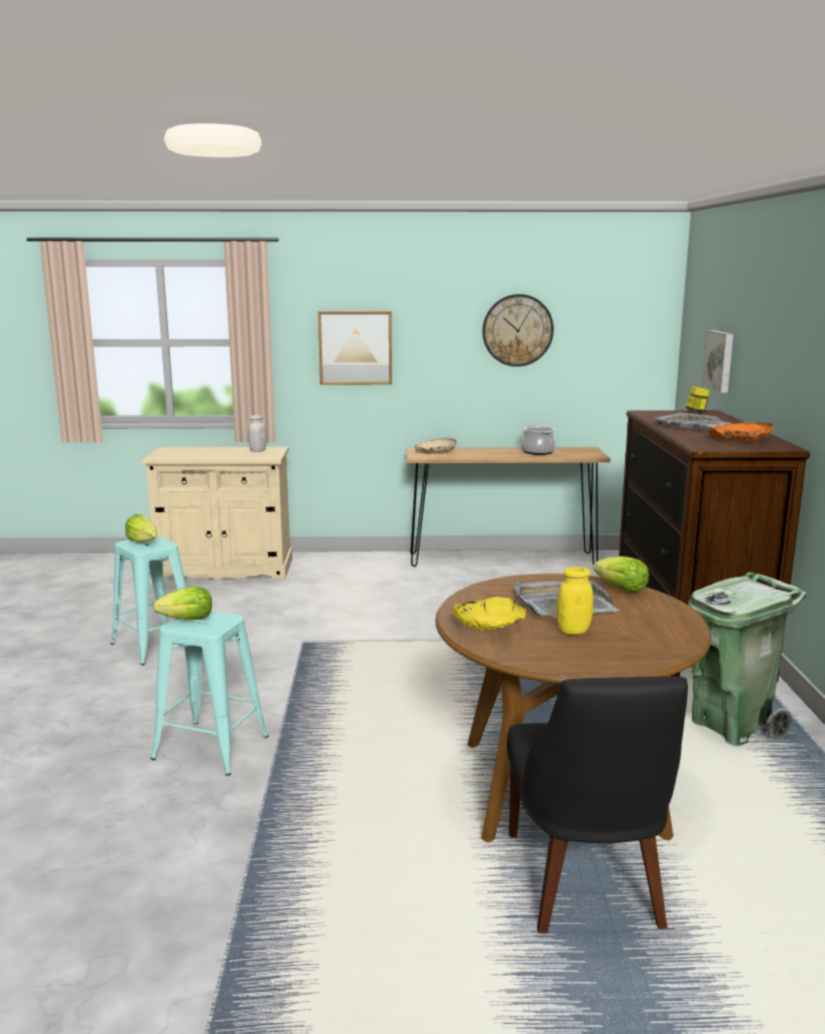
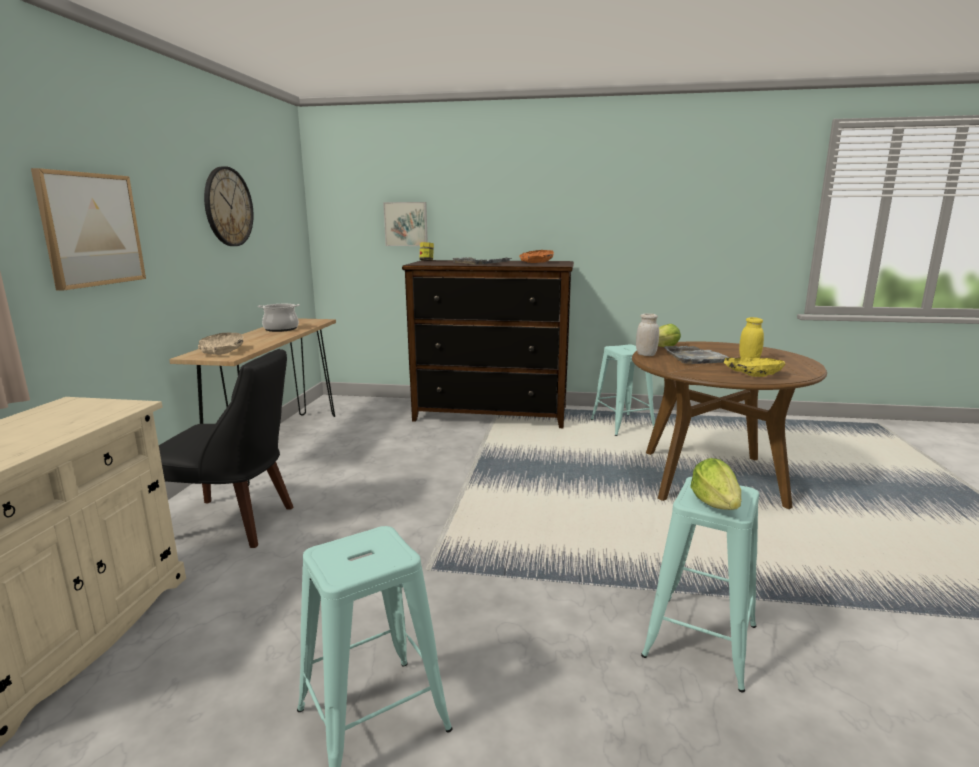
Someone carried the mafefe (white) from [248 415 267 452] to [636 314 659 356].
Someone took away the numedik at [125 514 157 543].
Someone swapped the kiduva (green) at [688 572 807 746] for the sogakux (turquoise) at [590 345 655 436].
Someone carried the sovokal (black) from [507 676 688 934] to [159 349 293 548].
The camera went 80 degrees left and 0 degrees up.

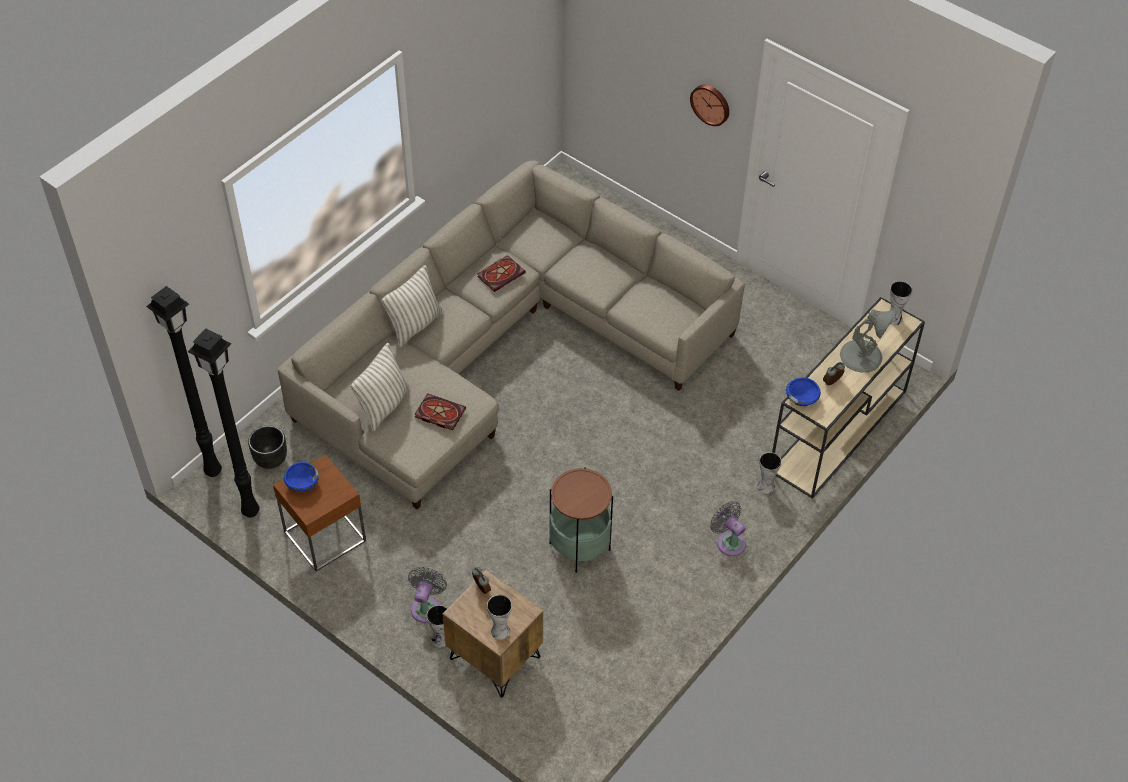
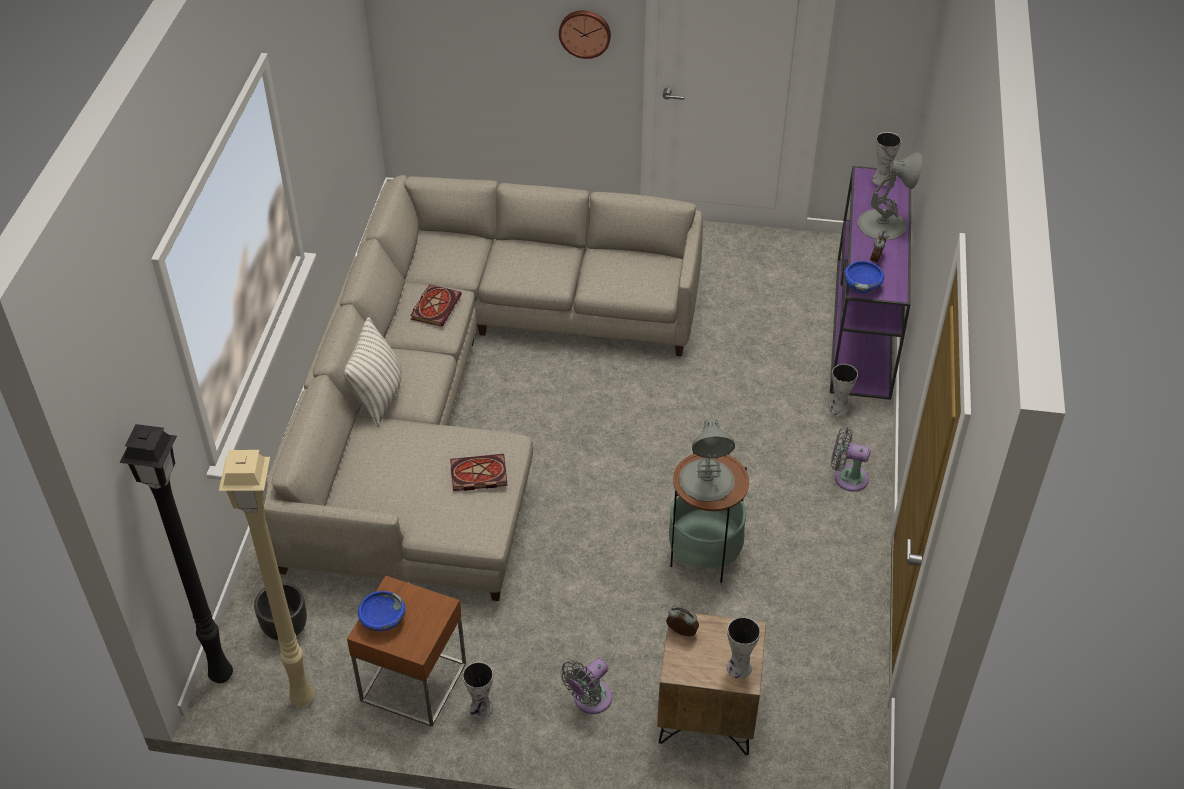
Someone repainted the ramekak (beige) at [772 297 925 499], which became the ramekak (purple) at [830 166 911 400].
Someone repainted the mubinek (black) at [188 328 260 518], which became the mubinek (beige) at [219 450 314 707].
Someone took away the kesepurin at [350 343 410 432].
Someone rotated the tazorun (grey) at [408 567 447 623] by 120 degrees counterclockwise.
Someone carried the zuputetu from [426 605 447 648] to [463 662 493 719].
Someone put down the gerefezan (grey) at [679 418 735 502].
The camera went 30 degrees left and 5 degrees down.

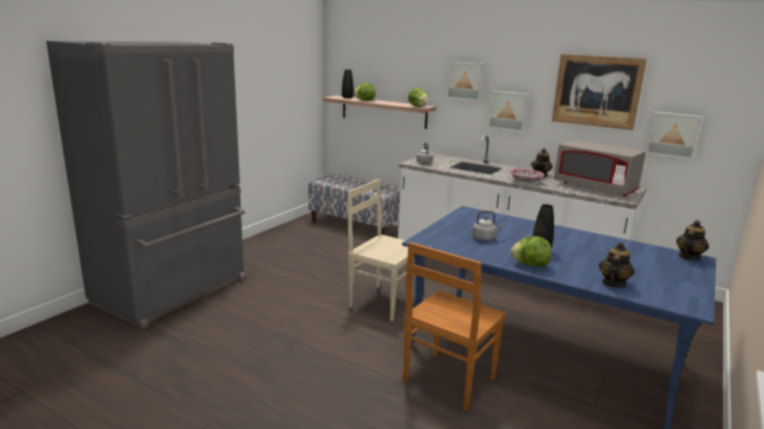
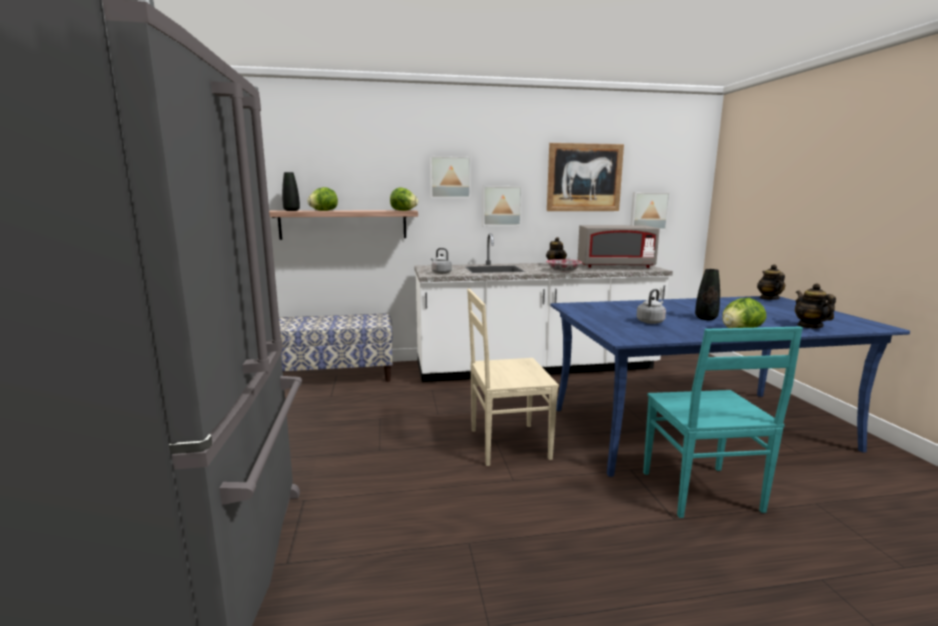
Someone repainted the sovokal (brown) at [403 242 506 411], which became the sovokal (turquoise) at [643 327 803 518].
The camera went 40 degrees left and 5 degrees down.

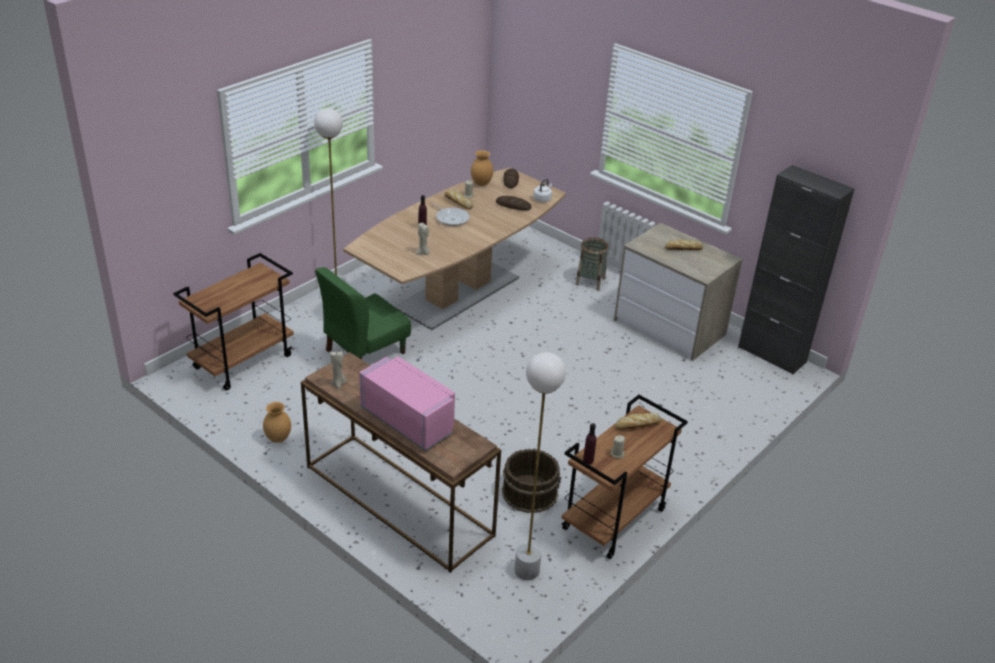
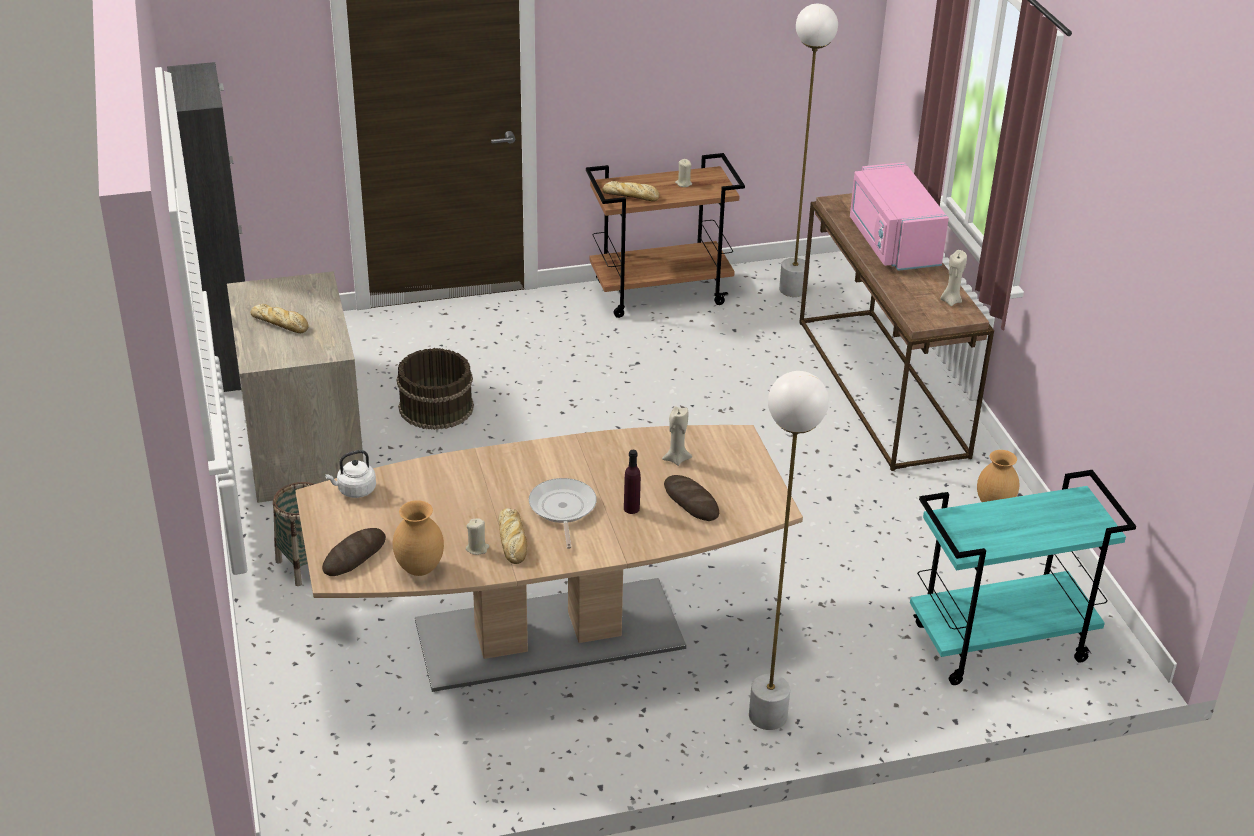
Someone carried the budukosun from [496 196 531 210] to [664 475 719 521].
Someone repainted the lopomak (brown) at [173 253 294 391], which became the lopomak (turquoise) at [910 470 1136 685].
Someone took away the sovokal (green) at [315 267 411 360].
Someone took away the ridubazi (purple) at [583 423 596 464].
Someone carried the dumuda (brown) from [502 449 561 513] to [396 348 474 430].
The camera went 145 degrees left and 0 degrees up.

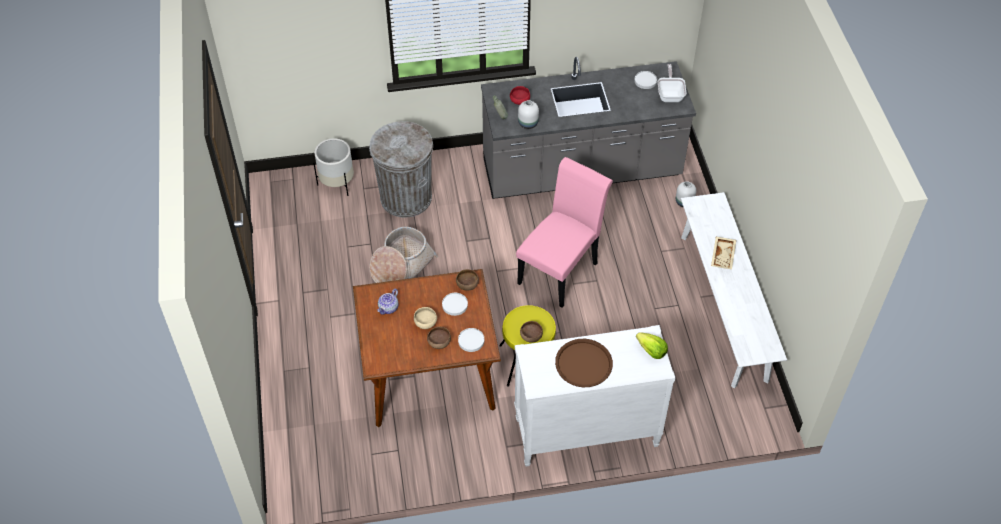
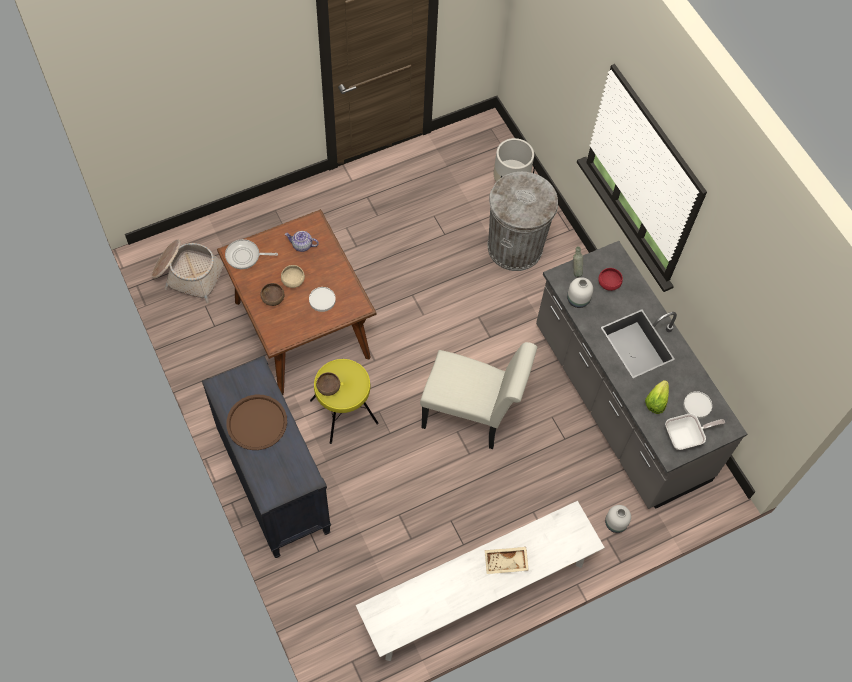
Someone repainted the sovokal (pink) at [516 157 613 308], which became the sovokal (white) at [420 342 537 449].
Someone carried the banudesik from [369 227 438 283] to [151 240 225 303].
Someone took away the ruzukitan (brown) at [456 269 479 291].
Someone repainted the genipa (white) at [514 325 675 467], which became the genipa (black) at [202 356 331 558].
Someone took away the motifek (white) at [458 328 484 352].
Someone carried the numedik from [636 332 668 359] to [645 380 669 414].
Someone put down the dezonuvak at [225 239 278 269].
The camera went 70 degrees right and 10 degrees up.

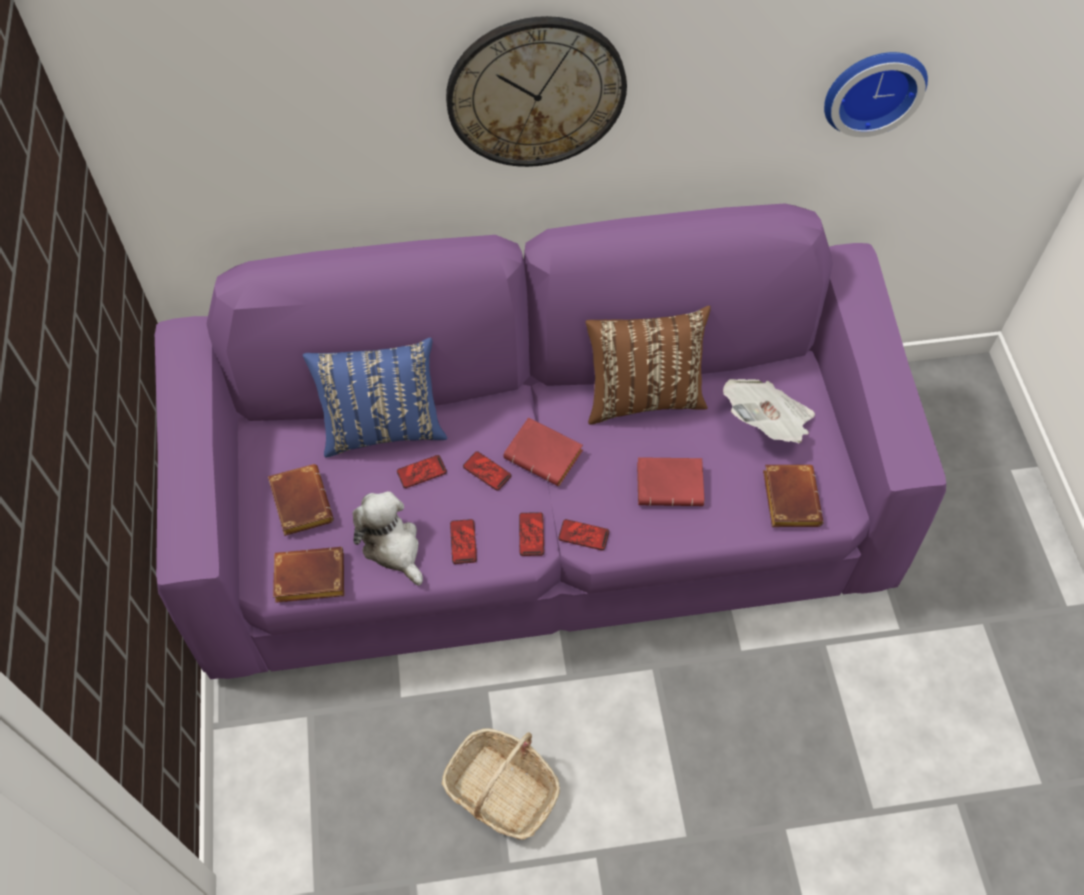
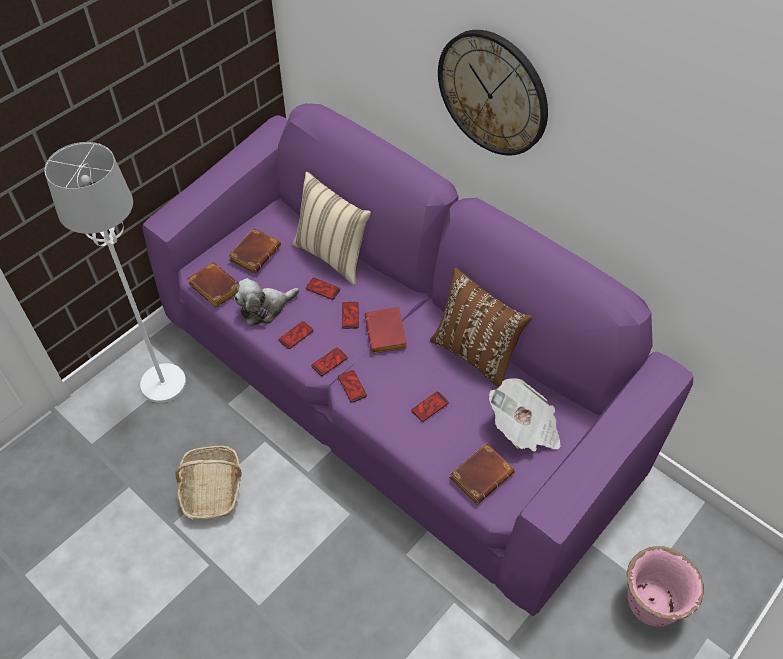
Someone took away the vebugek at [824 52 928 137].
Someone repainted the kesepurin (blue) at [303 338 447 457], which became the kesepurin (beige) at [292 172 371 285].
Someone swapped the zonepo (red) at [637 457 704 506] for the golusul at [412 392 449 422].
Someone rotated the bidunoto at [353 491 423 586] by 135 degrees counterclockwise.
Someone put down the mubinek (white) at [44 142 186 403].
Someone put down the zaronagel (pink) at [627 546 704 627].
The camera went 50 degrees right and 5 degrees down.

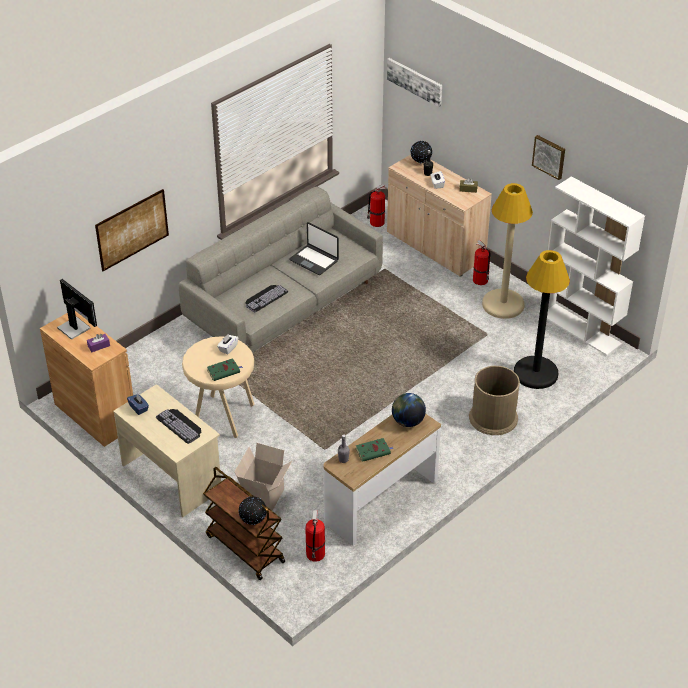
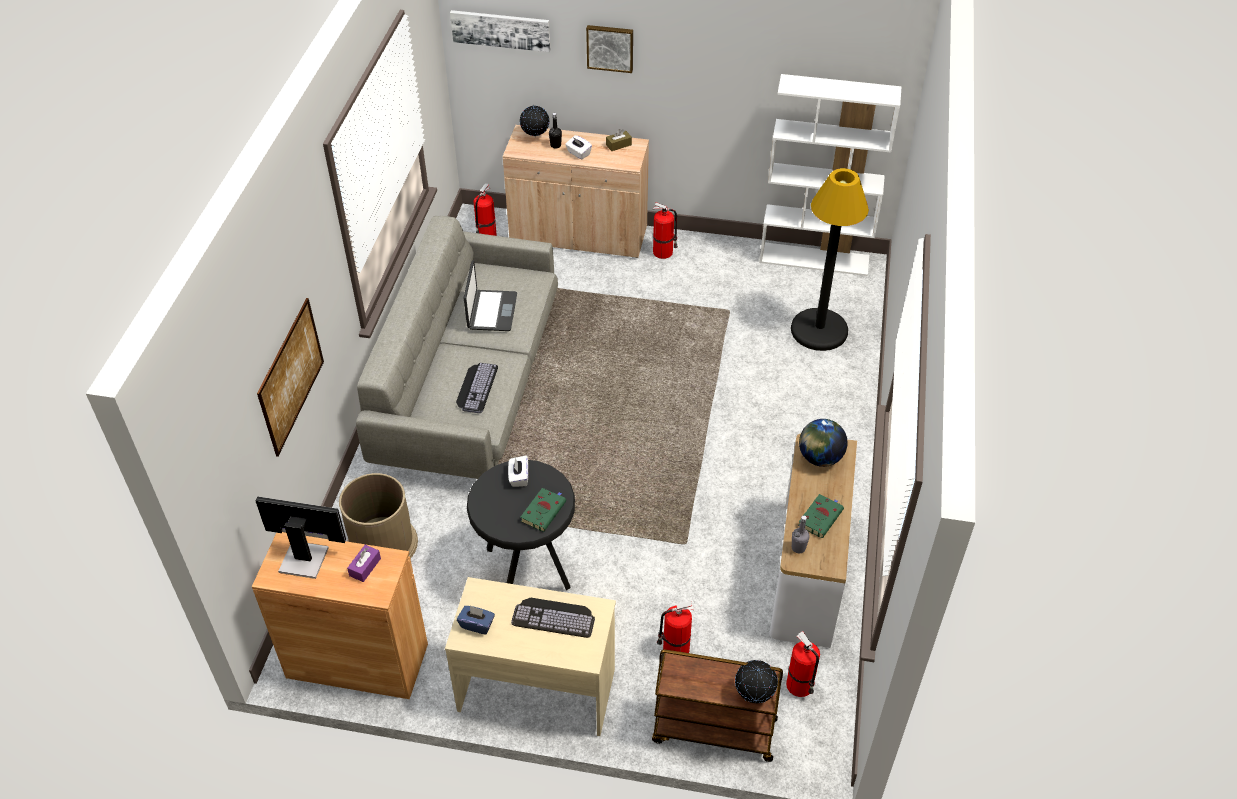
Someone carried the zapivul from [532 135 565 180] to [586 25 633 73].
Someone took away the mubinek (beige) at [482 183 533 319].
Someone rotated the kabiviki at [290 222 339 275] by 90 degrees counterclockwise.
Someone repainted the sogakux (beige) at [182 336 254 438], which became the sogakux (black) at [467 460 575 590].
Someone carried the kiduva (brown) from [469 366 520 435] to [339 473 418 559].
Someone swapped the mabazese at [234 443 292 511] for the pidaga at [657 601 694 653].
The camera went 35 degrees left and 5 degrees up.

